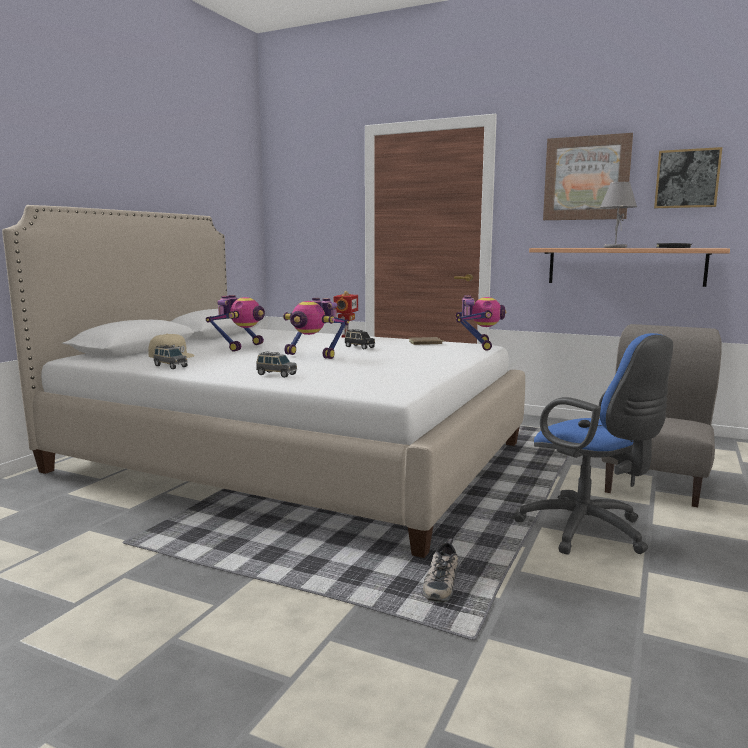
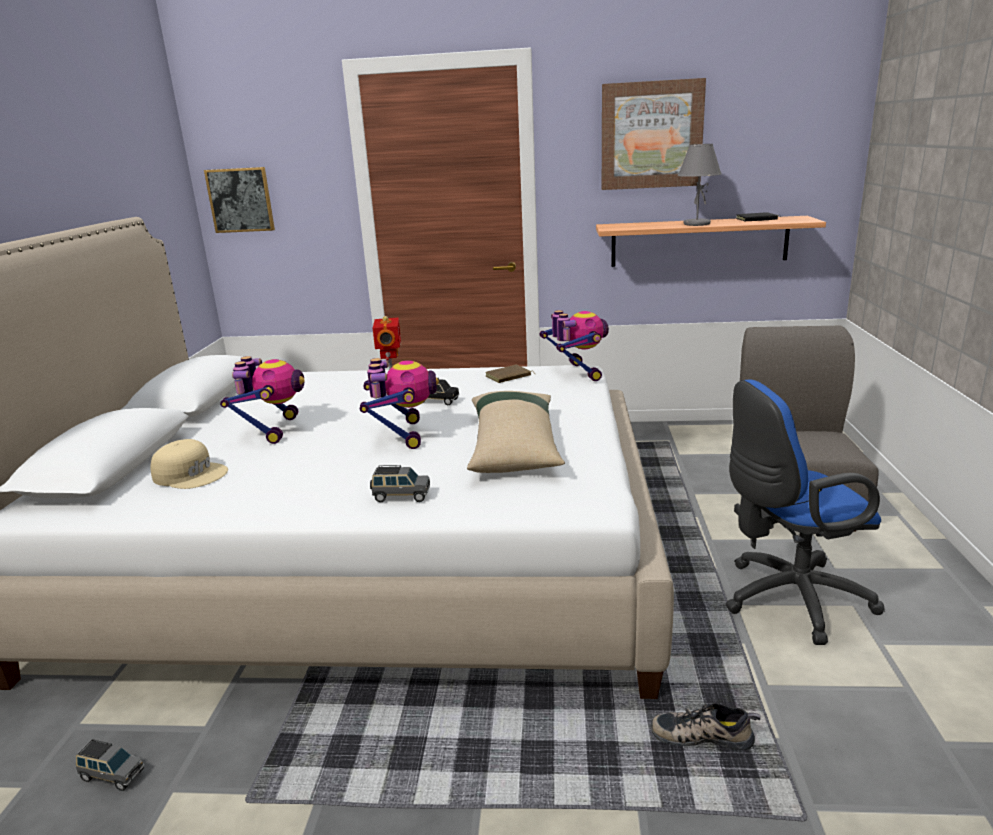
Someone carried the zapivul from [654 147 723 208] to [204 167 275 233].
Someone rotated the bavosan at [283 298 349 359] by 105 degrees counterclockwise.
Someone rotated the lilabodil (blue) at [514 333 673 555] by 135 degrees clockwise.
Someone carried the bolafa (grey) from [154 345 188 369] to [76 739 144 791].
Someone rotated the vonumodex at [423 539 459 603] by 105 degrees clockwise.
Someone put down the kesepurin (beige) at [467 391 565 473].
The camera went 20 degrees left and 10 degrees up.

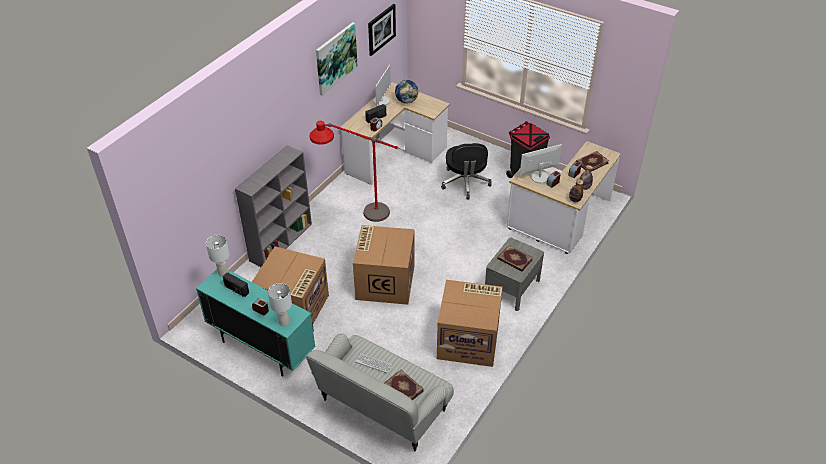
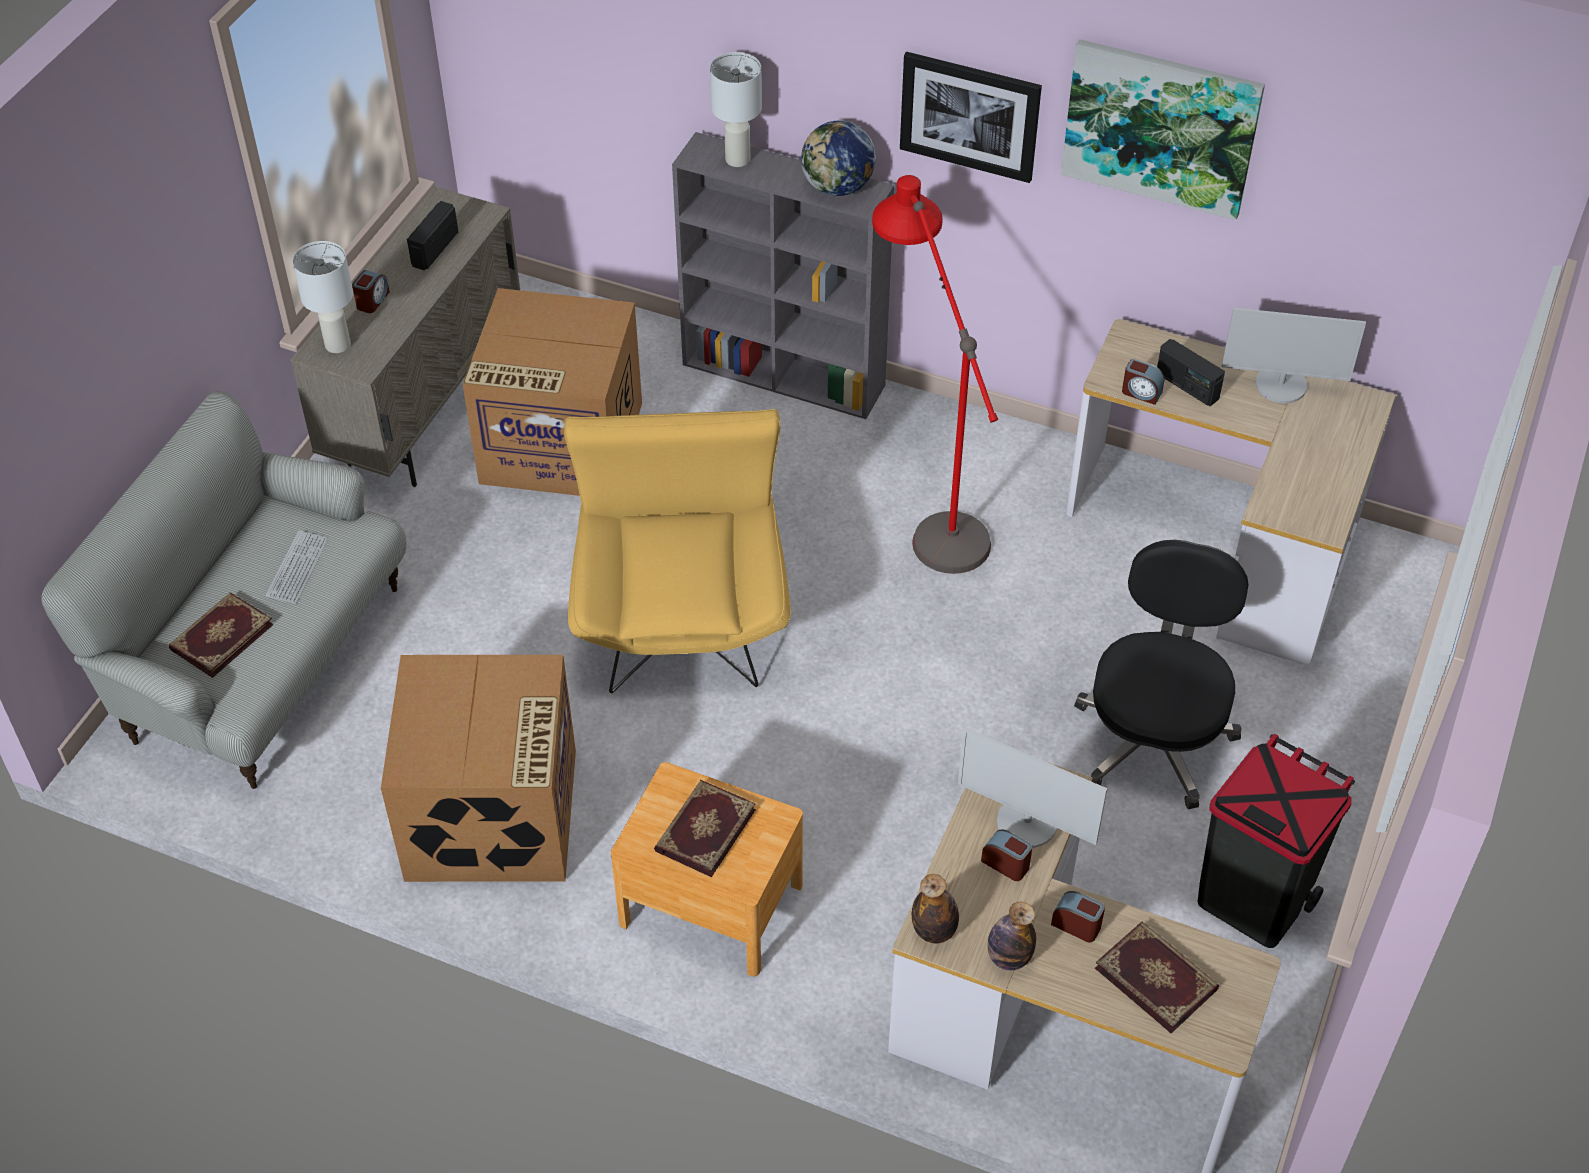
Someone carried the zapivul from [368 4 396 56] to [900 52 1042 183].
Someone carried the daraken from [395 80 418 104] to [801 121 876 196].
Someone rotated the lilabodil (black) at [441 143 492 200] by 120 degrees clockwise.
Someone rotated the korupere at [520 144 562 183] by 150 degrees clockwise.
Someone swapped the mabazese at [353 225 414 305] for the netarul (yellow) at [564 409 791 693].
Someone carried the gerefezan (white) from [206 235 230 277] to [710 52 762 167].
Someone repainted the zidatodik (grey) at [485 237 544 311], which became the zidatodik (brown) at [611 762 803 976].
Someone repainted the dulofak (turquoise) at [196 269 315 376], which became the dulofak (beige) at [290 187 520 487].
The camera went 80 degrees right and 5 degrees up.

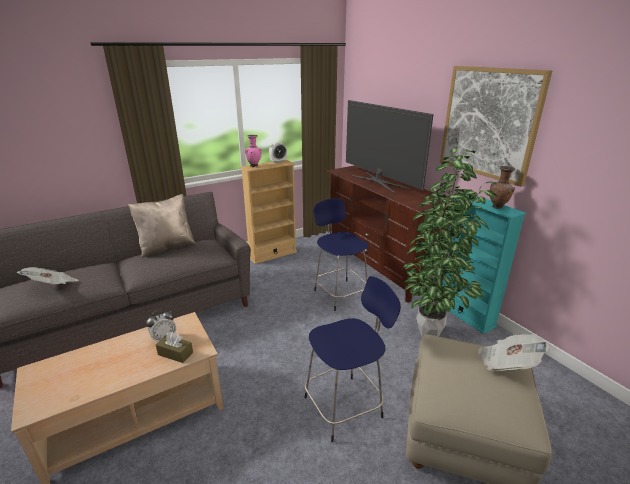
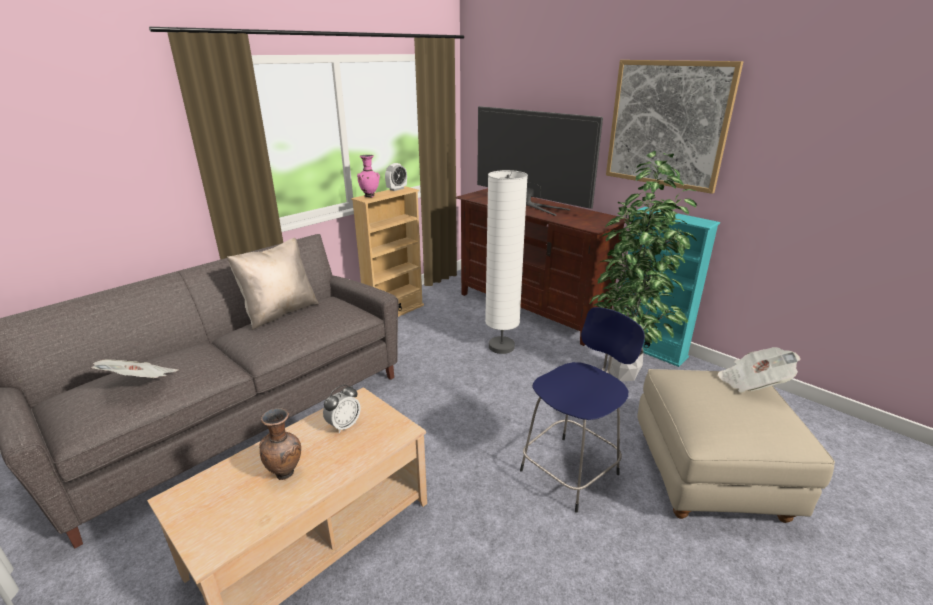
Someone carried the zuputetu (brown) from [490 166 515 209] to [259 408 301 480].
Someone swapped the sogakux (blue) at [313 198 369 311] for the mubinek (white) at [485 170 528 354].
Someone took away the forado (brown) at [156 332 193 363].
The camera went 15 degrees left and 0 degrees up.

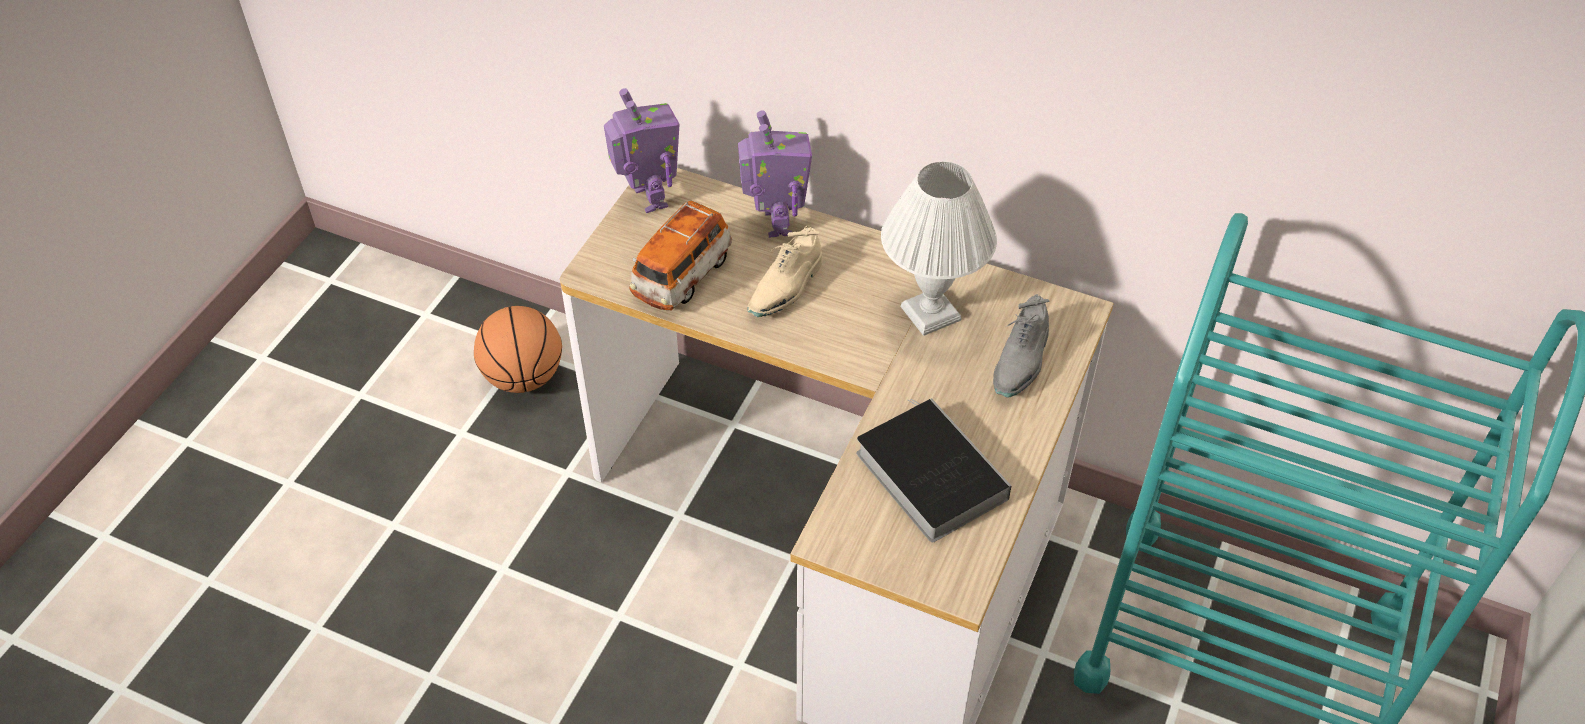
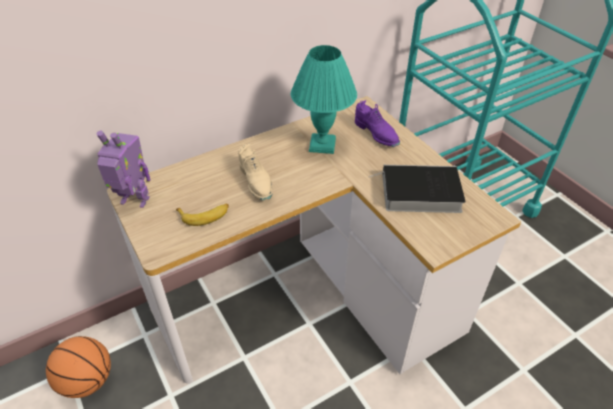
Someone took away the bavosan at [738 110 812 238].
Someone repainted the gerefezan (white) at [881 162 997 336], which became the gerefezan (turquoise) at [291 45 357 154].
Someone swapped the bolafa at [629 201 732 310] for the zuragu at [176 204 229 226].
Someone repainted the vonumodex (grey) at [993 294 1050 398], which became the vonumodex (purple) at [355 100 400 147].
The camera went 55 degrees left and 5 degrees down.

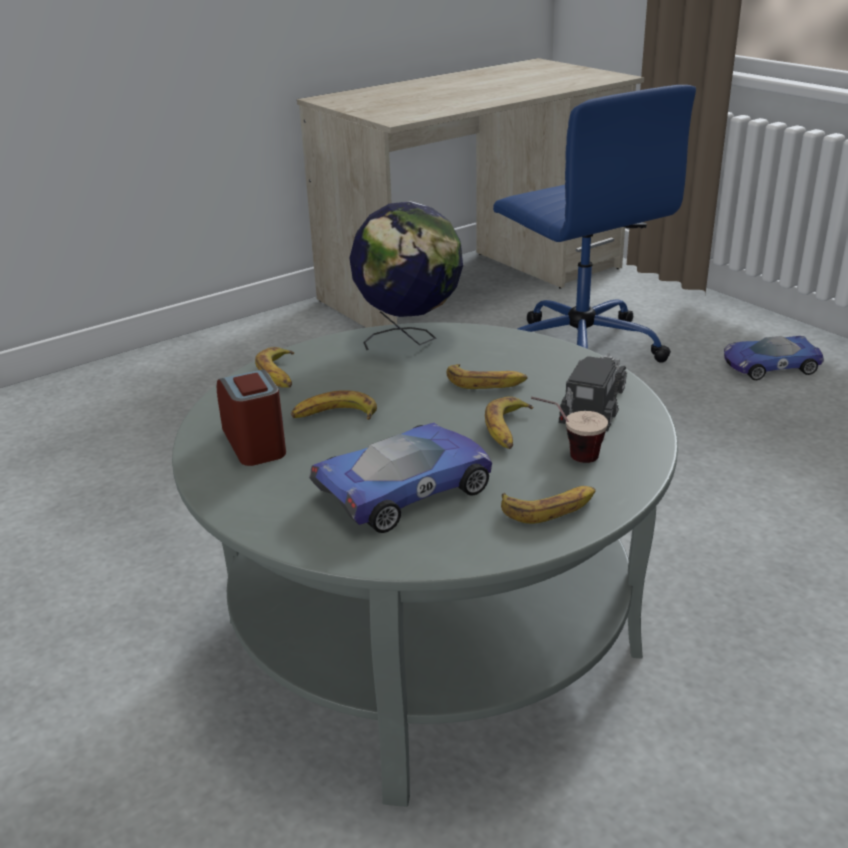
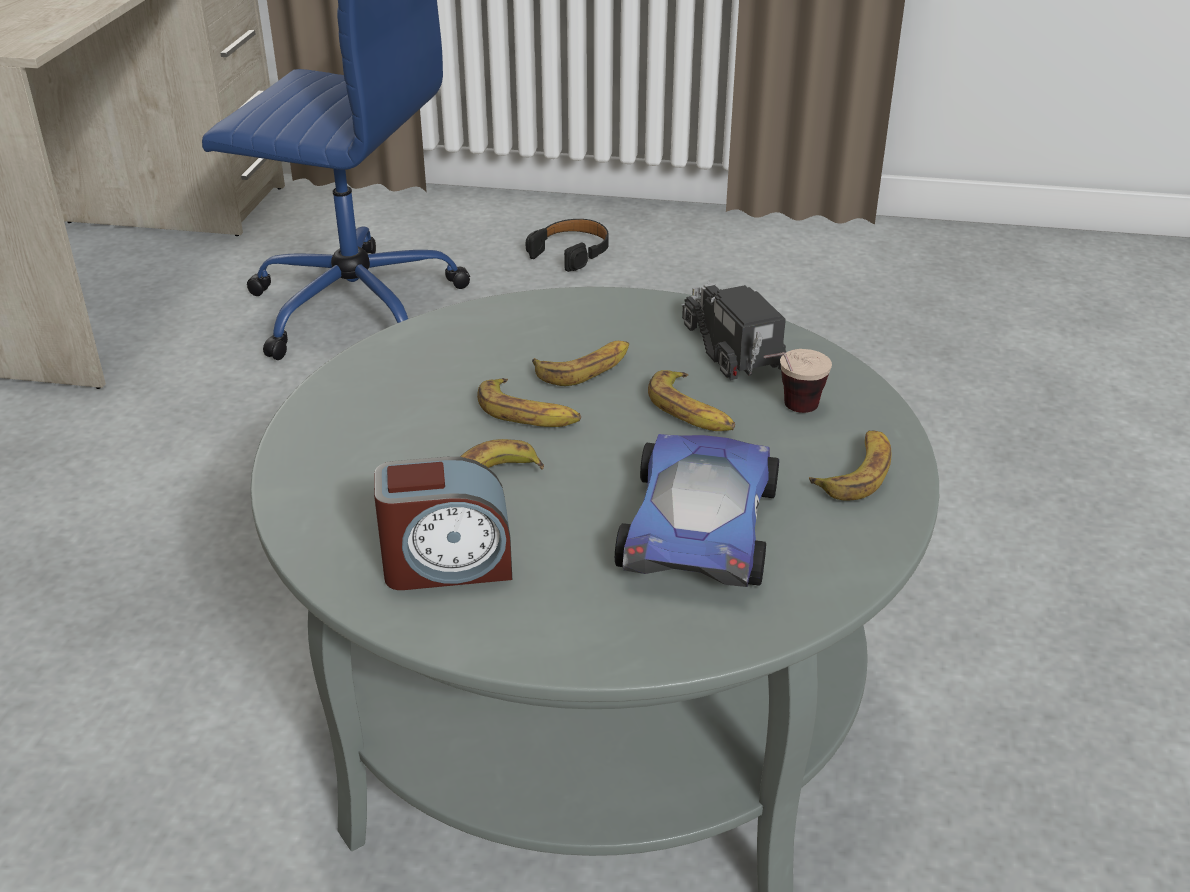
Someone took away the daraken at [349 201 463 350].
Someone swapped the bolafa at [724 336 824 380] for the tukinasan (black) at [525 219 609 272].
Someone carried the zuragu from [255 347 294 388] to [477 378 581 427].
Someone rotated the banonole at [217 370 286 466] by 150 degrees clockwise.
The camera went 45 degrees left and 5 degrees up.

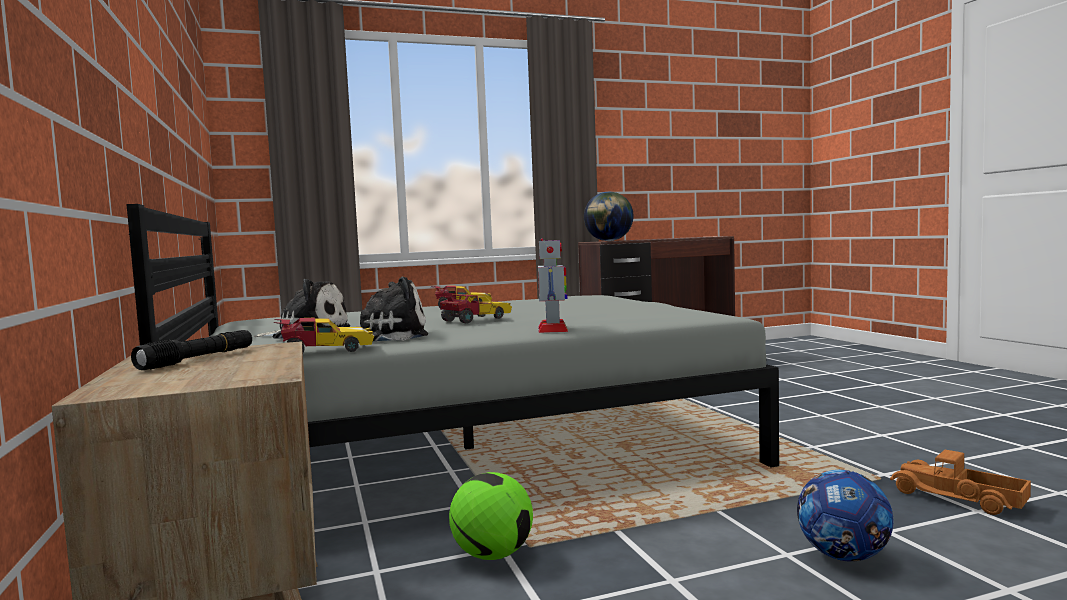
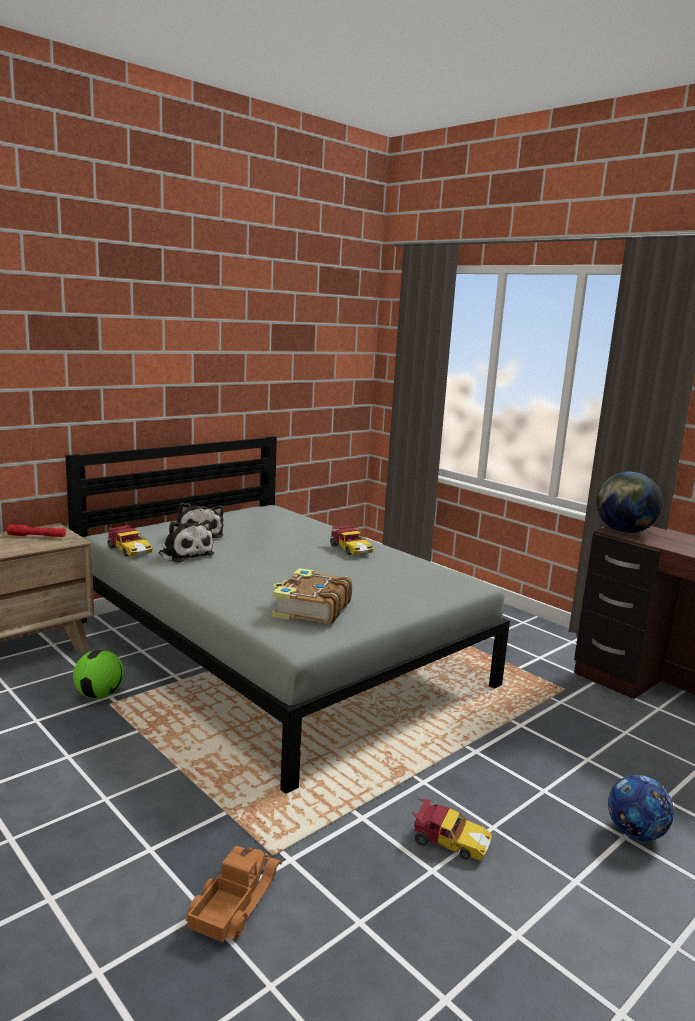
Someone took away the bavosan at [538 238 568 333].
Someone carried the bolafa from [439 294 512 323] to [412 799 492 861].
Someone repainted the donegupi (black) at [131 330 252 370], which became the donegupi (red) at [7 524 66 537].
Someone carried the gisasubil from [797 470 893 562] to [608 775 674 841].
Someone put down the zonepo at [272 568 352 625].
The camera went 65 degrees right and 10 degrees up.

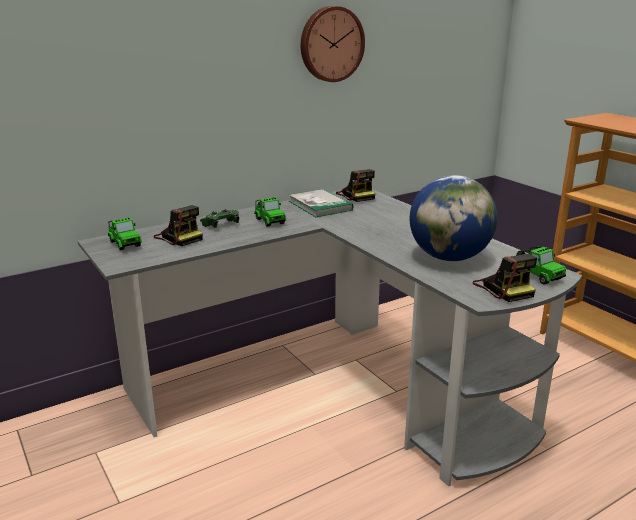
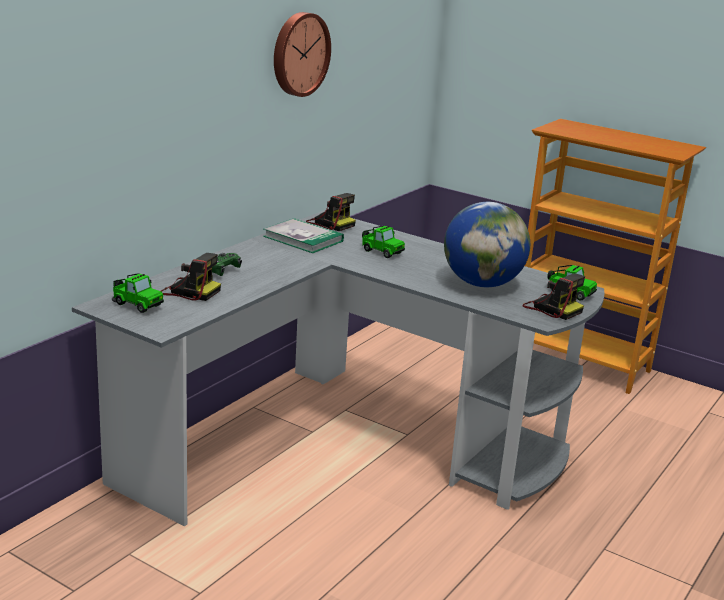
Someone carried the bolafa from [254 197 286 227] to [362 226 405 258].
The camera went 25 degrees left and 0 degrees up.

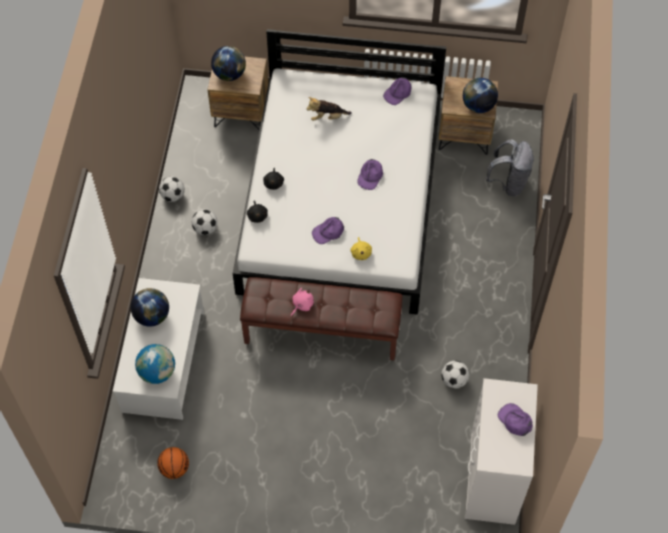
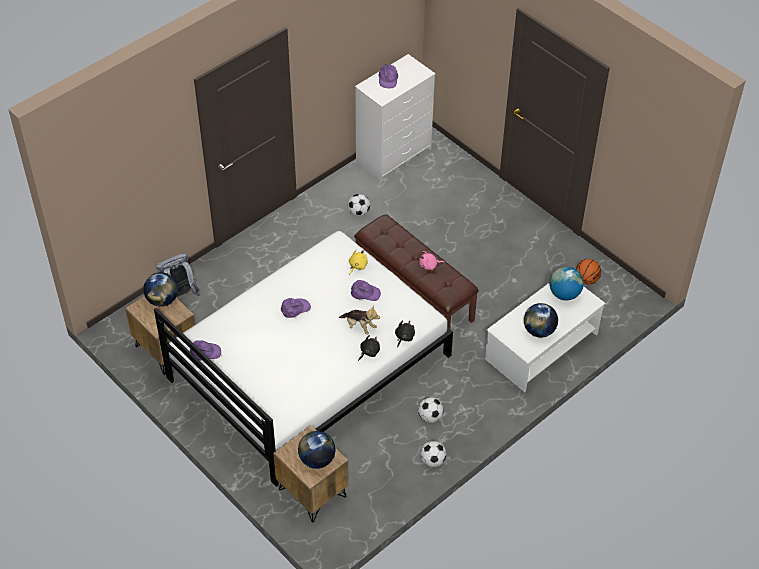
Someone carried the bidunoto from [307 97 352 121] to [339 306 380 335].
The camera went 140 degrees left and 10 degrees down.

